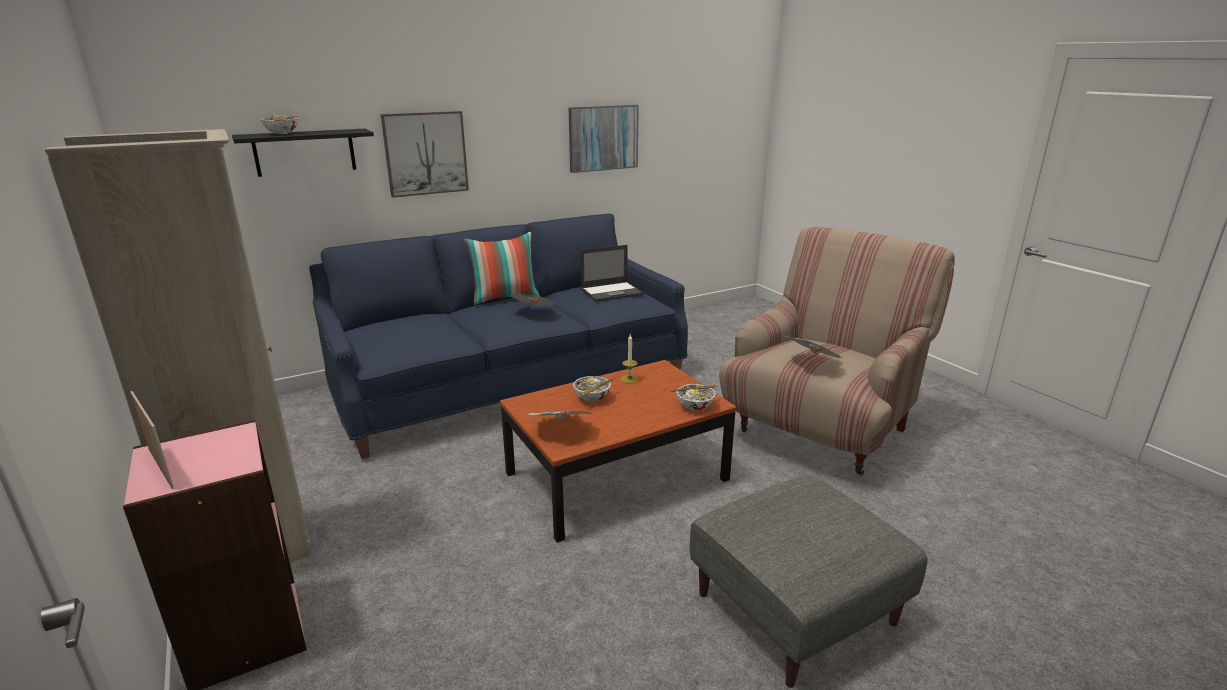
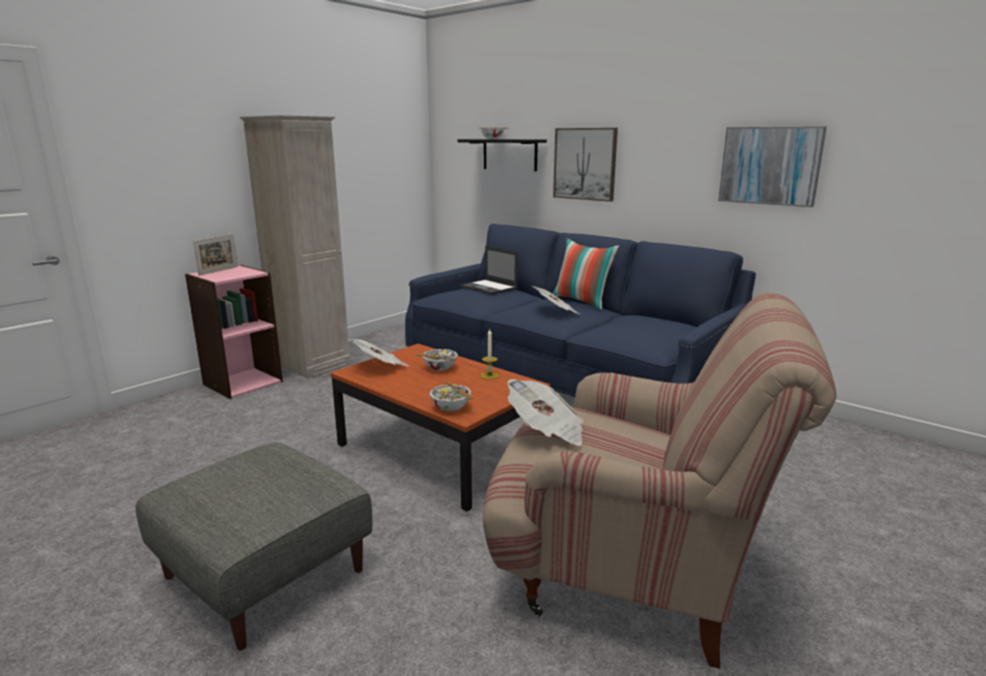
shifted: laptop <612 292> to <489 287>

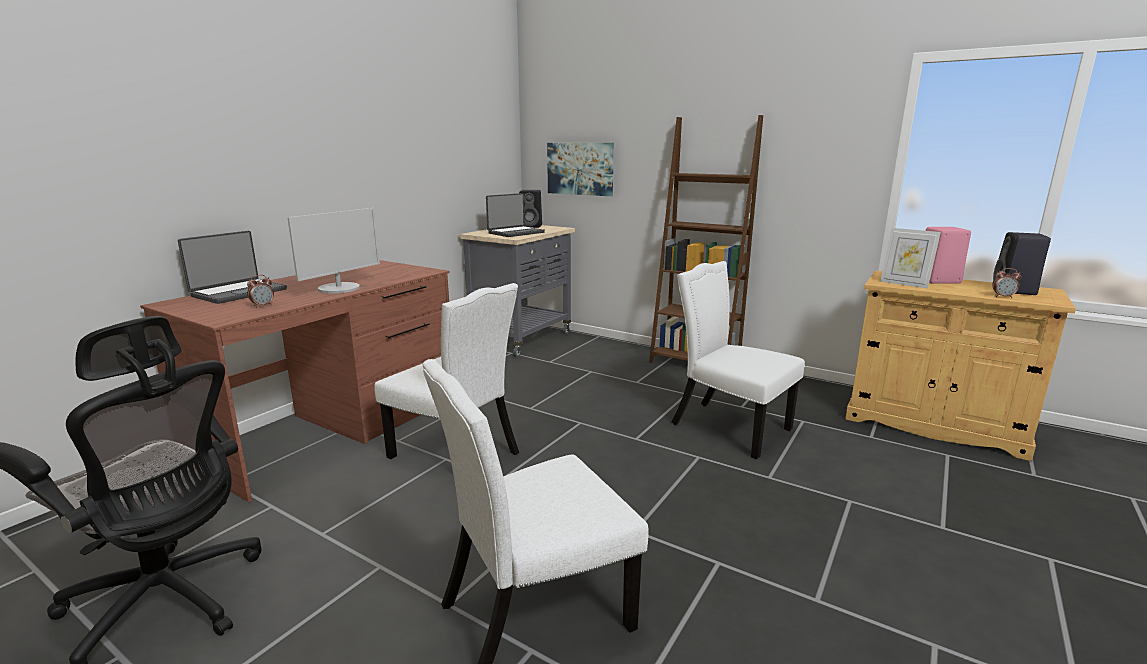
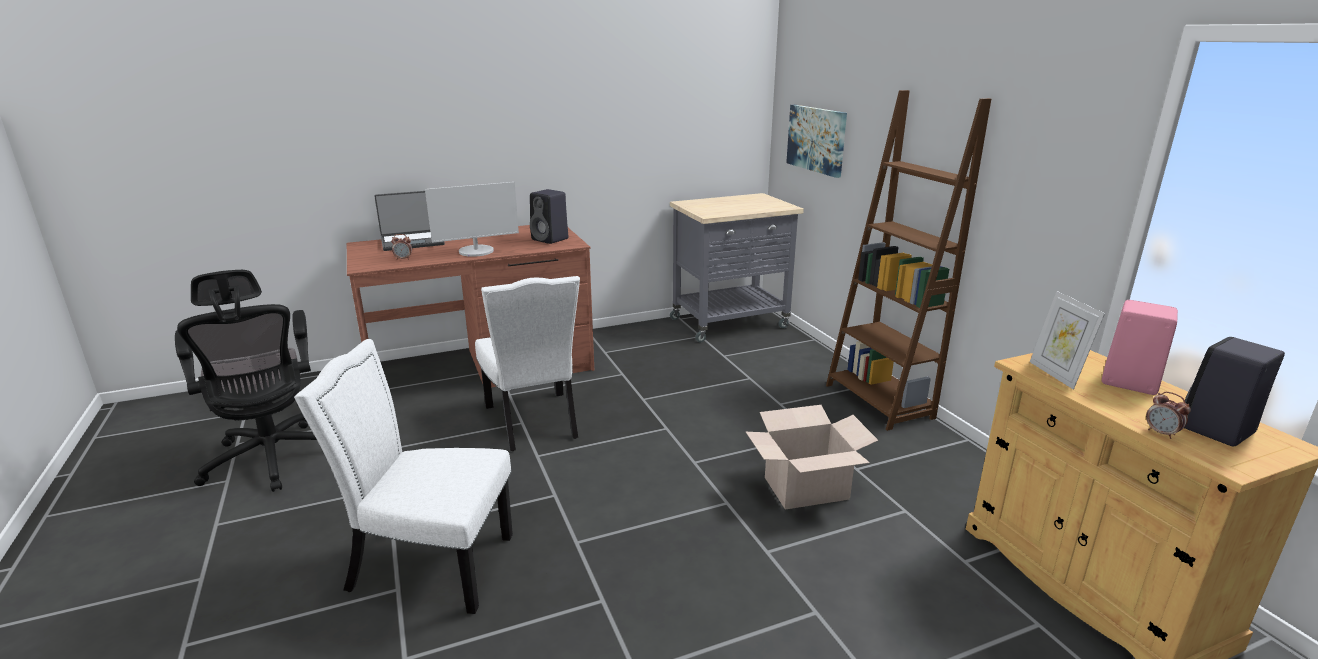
gone: laptop <515 233>
shifted: głośnik (czarny) <531 226> to <551 239>
swapped: krzesło (biały) <731 428> to karton <806 488>

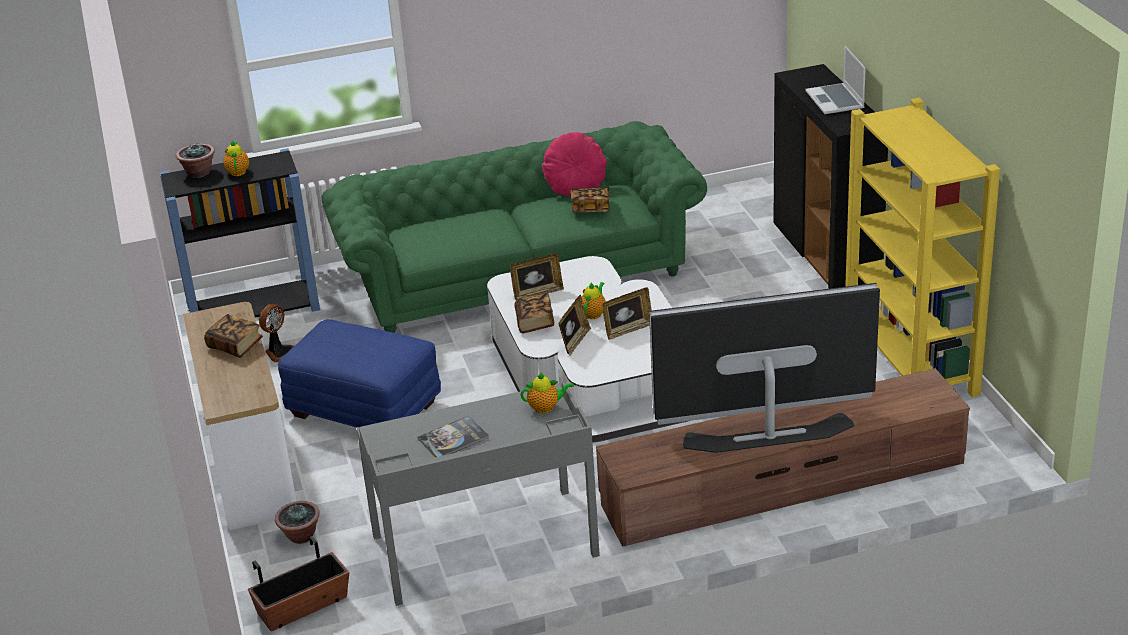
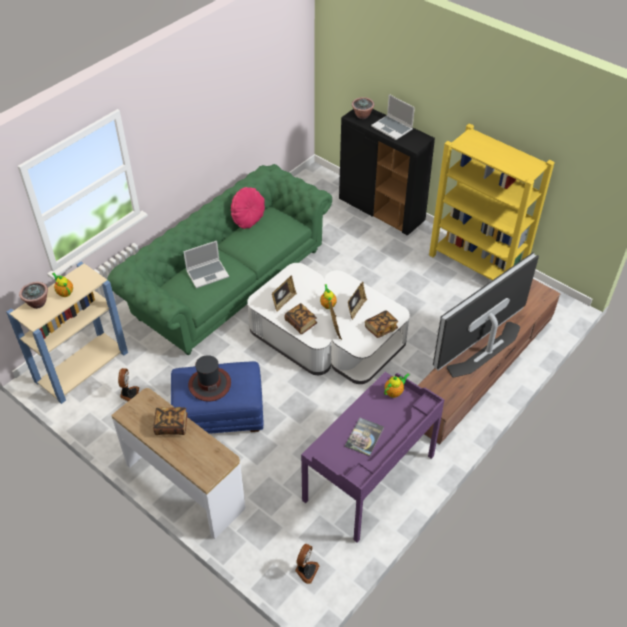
new: laptop <208 274>; kapelusz <209 384>
shifted: roślina doniczkowa <300 536> to <362 116>; książka <590 208> to <381 328>
swapped: donica <303 606> to wentylator <306 570>
repainted: regał (czarny) <254 307> to regał (beżowy) <82 366>; biurko (szary) <485 546> to biurko (fioletowy) <370 478>

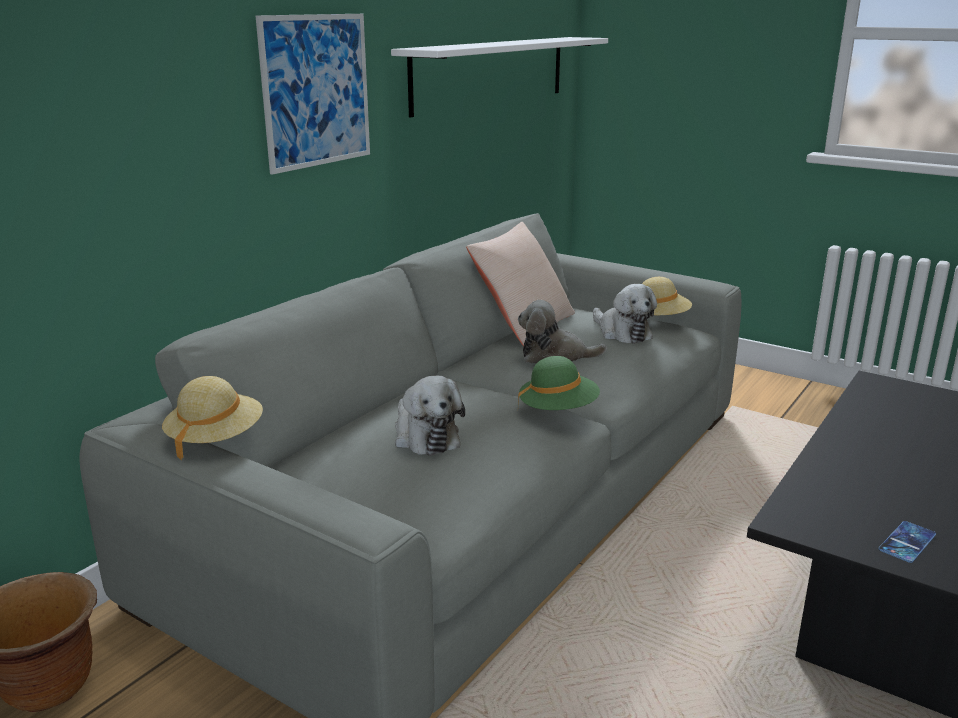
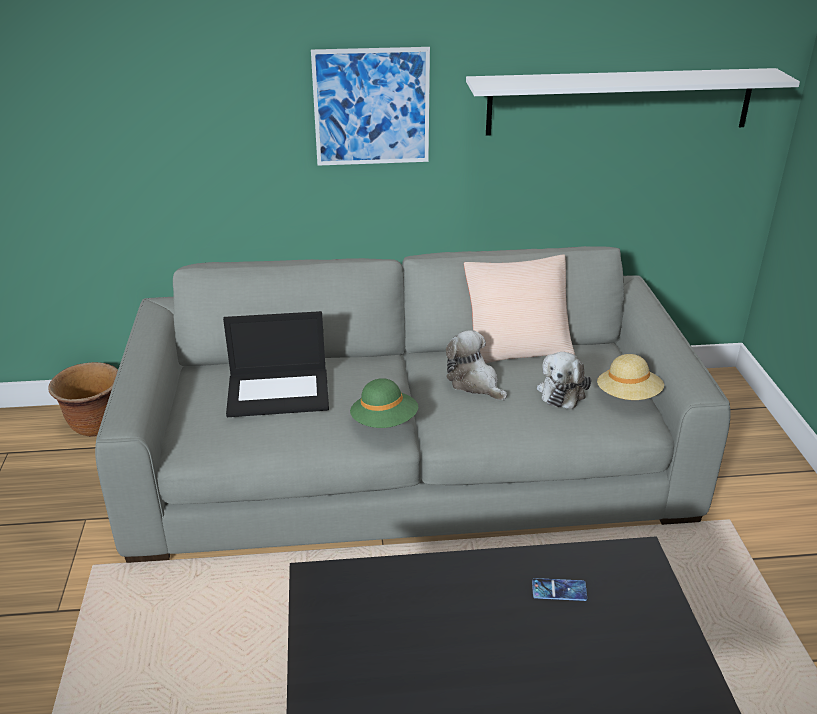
gone: kapelusz (beżowy) <215 439>
shifted: telefon <907 542> to <559 590>
swapped: pluszak <425 436> to laptop <279 392>

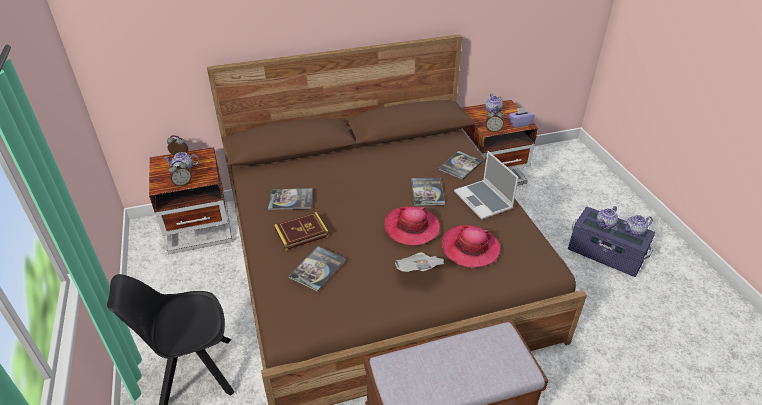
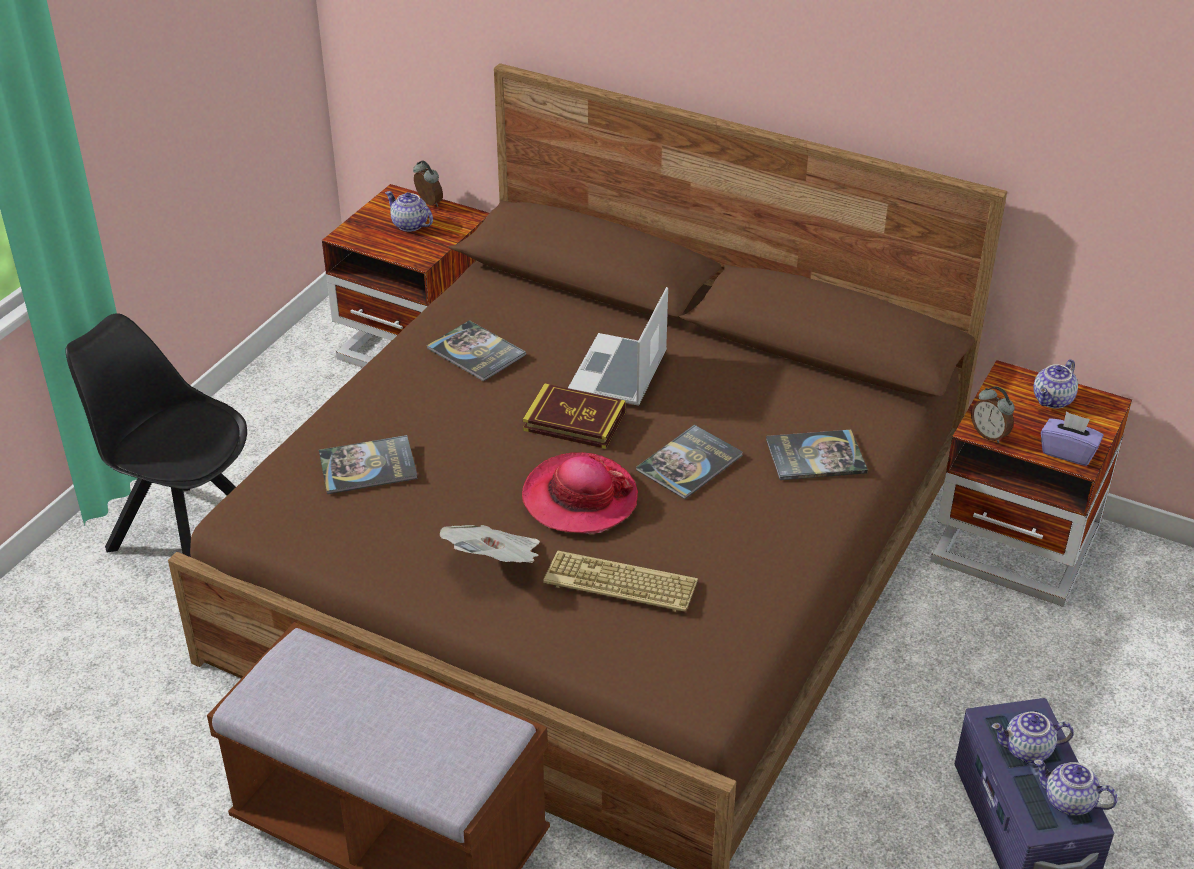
gone: budzik <182 183>
shifted: książka <301 233> to <574 421>; laptop <484 201> to <619 373>
swapped: kapelusz <470 248> to klawiatura <618 584>

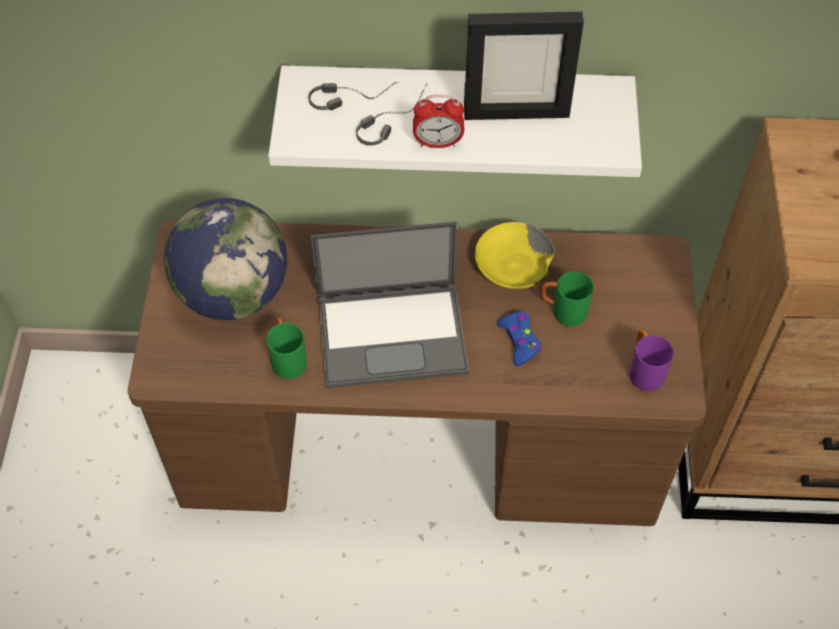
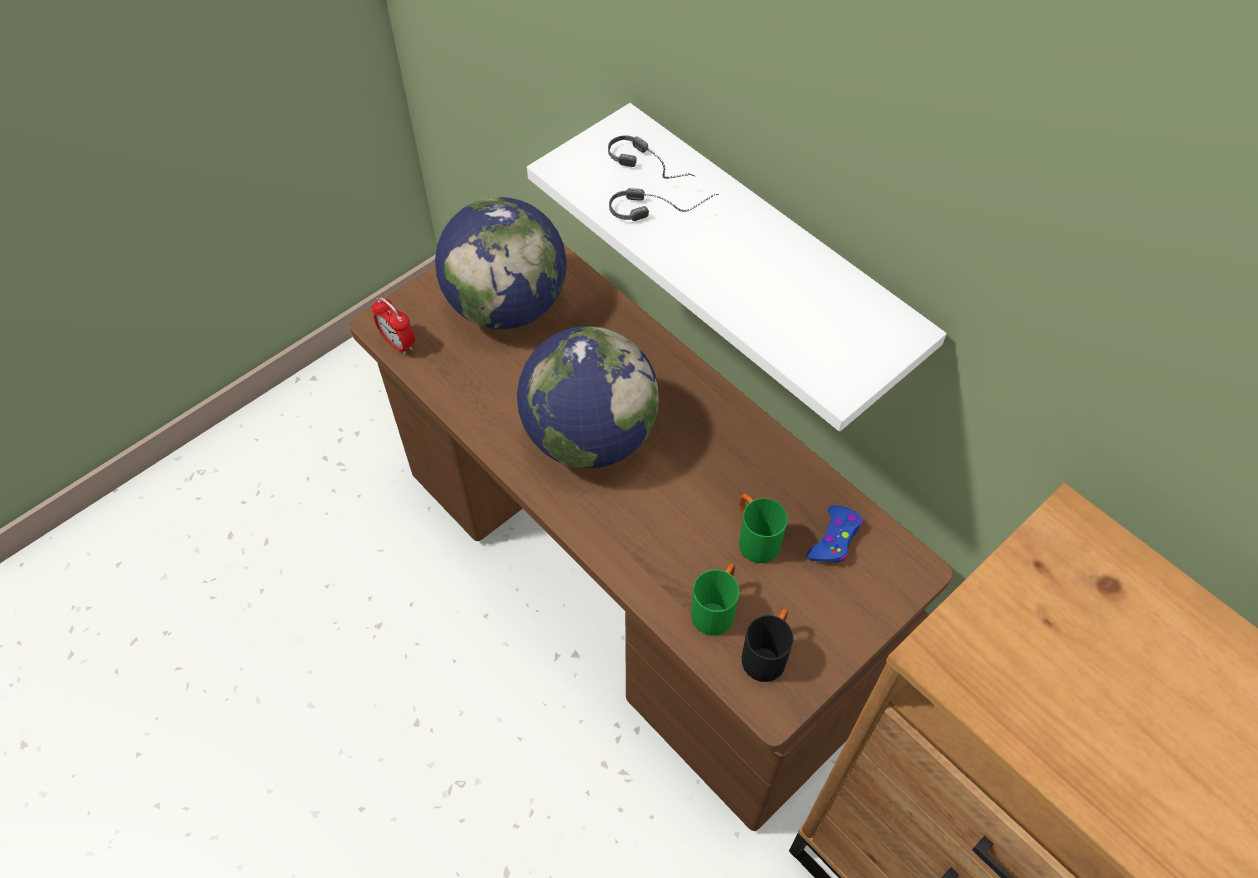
gone: ramka na zdjęcie <516 112>; miska (żółty) <512 266>
shifted: kubek (zielony) <287 358> to <716 608>; budzik <438 143> to <398 343>; pad do gier (niebieski) <519 341> to <834 539>
swapped: laptop <394 333> to globus <590 436>
repainted: kubek (fioletowy) <643 370> to kubek (czarny) <767 653>

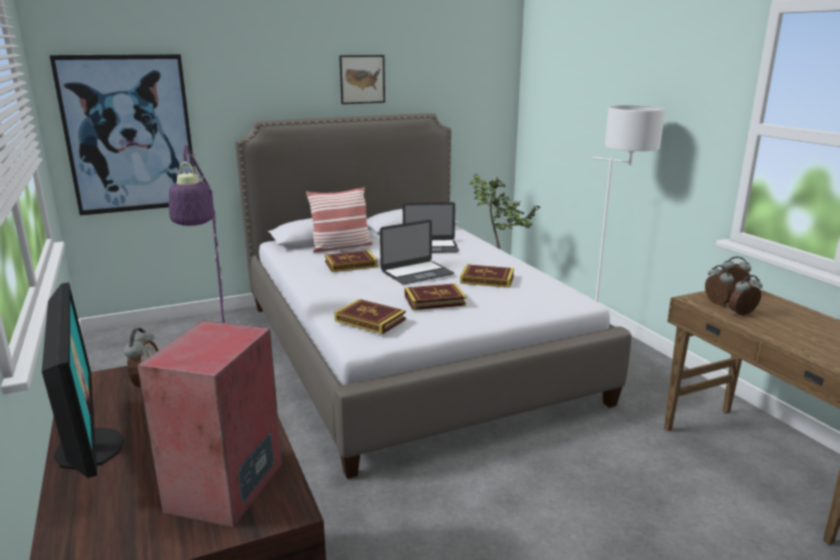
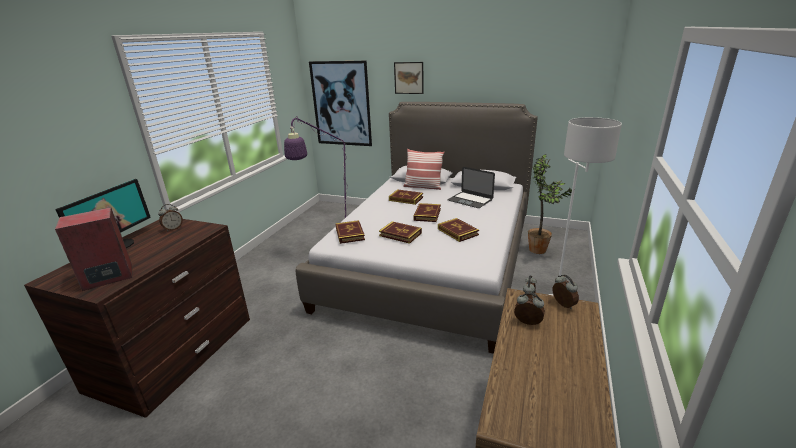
shifted: obraz <362 79> to <409 78>
swapped: laptop <417 272> to książka <427 214>

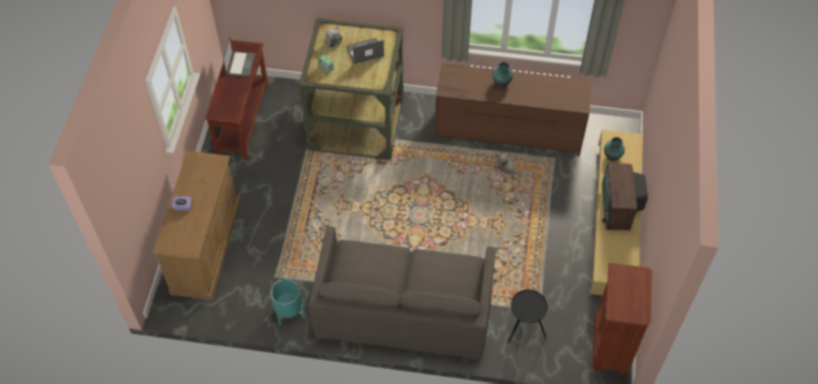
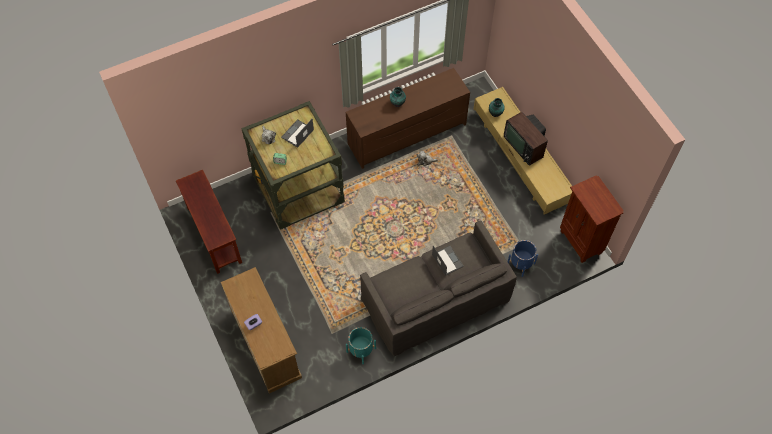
shifted: laptop <240 64> to <447 260>
swapped: stolik (czarny) <524 330> to donica (niebieski) <521 264>

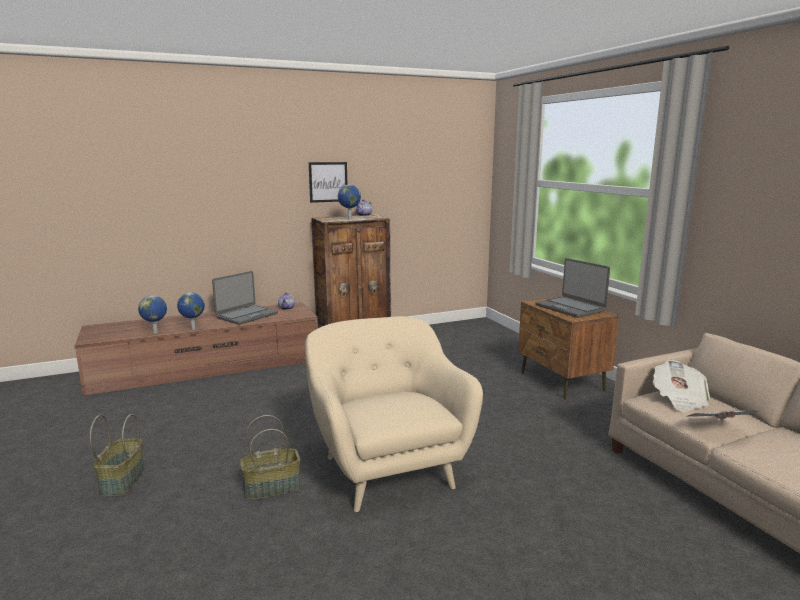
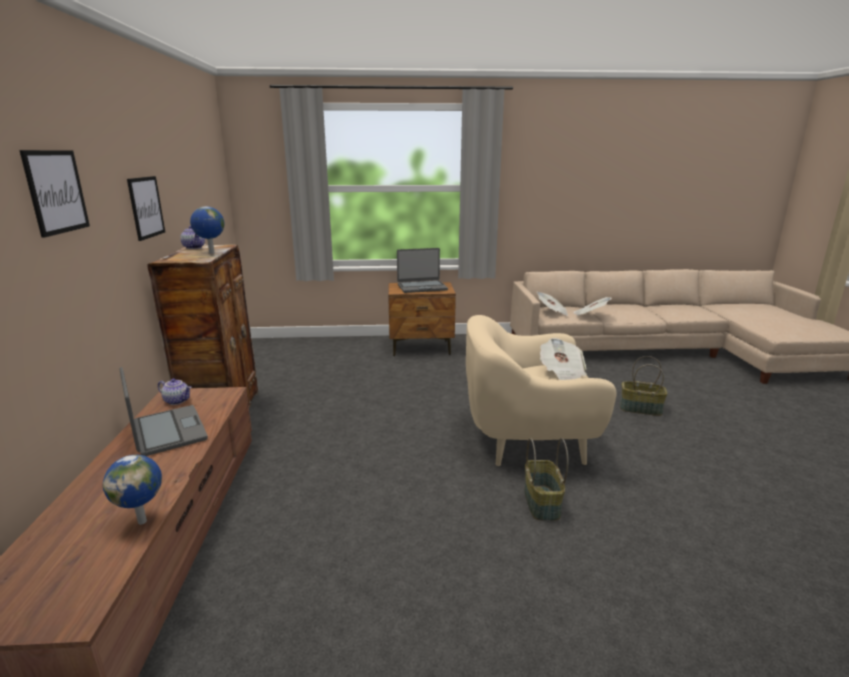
gone: globus <192 329>
new: obraz <56 192>; gazeta <561 372>
shifted: koszyk <122 480> to <640 409>

